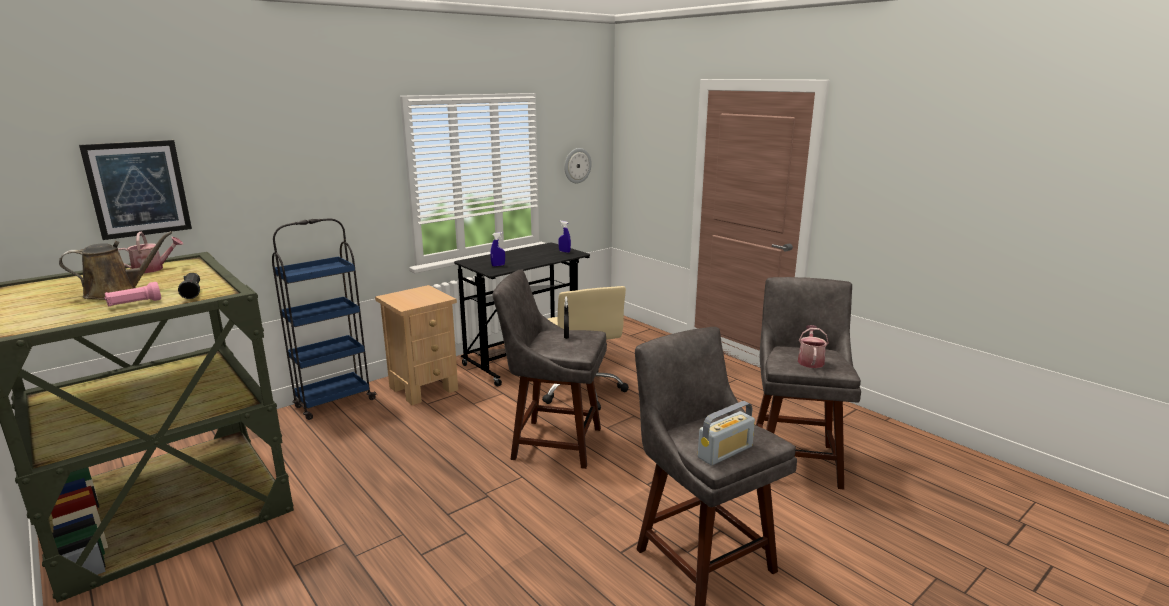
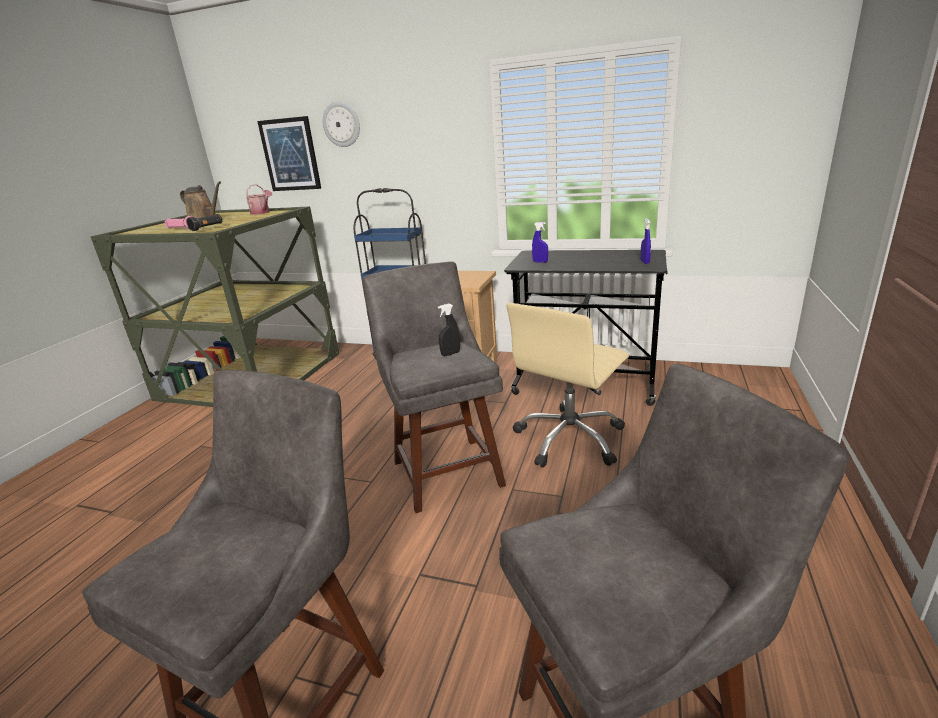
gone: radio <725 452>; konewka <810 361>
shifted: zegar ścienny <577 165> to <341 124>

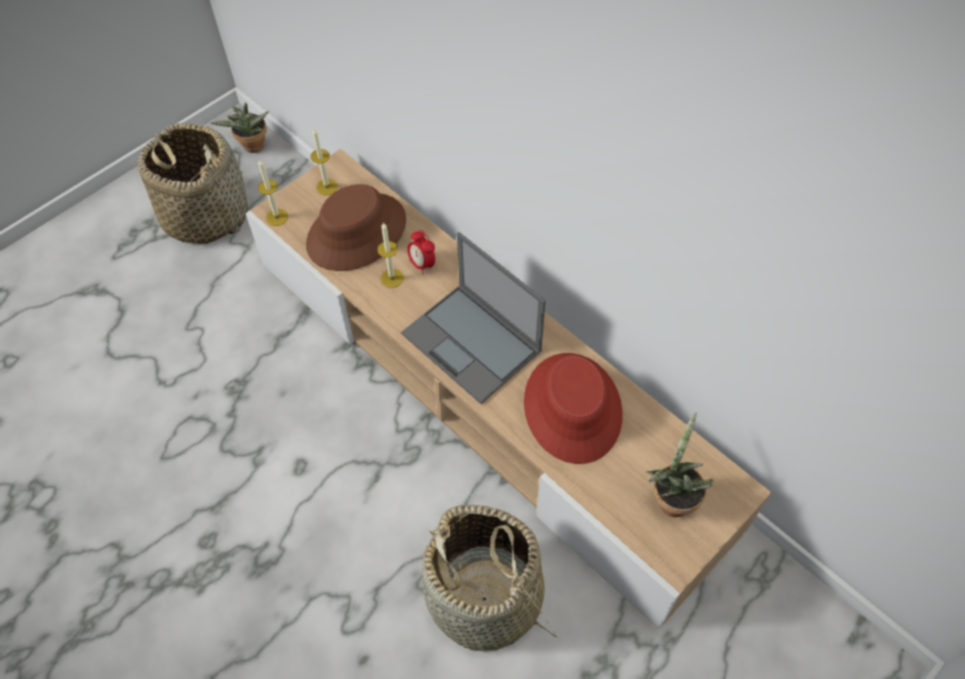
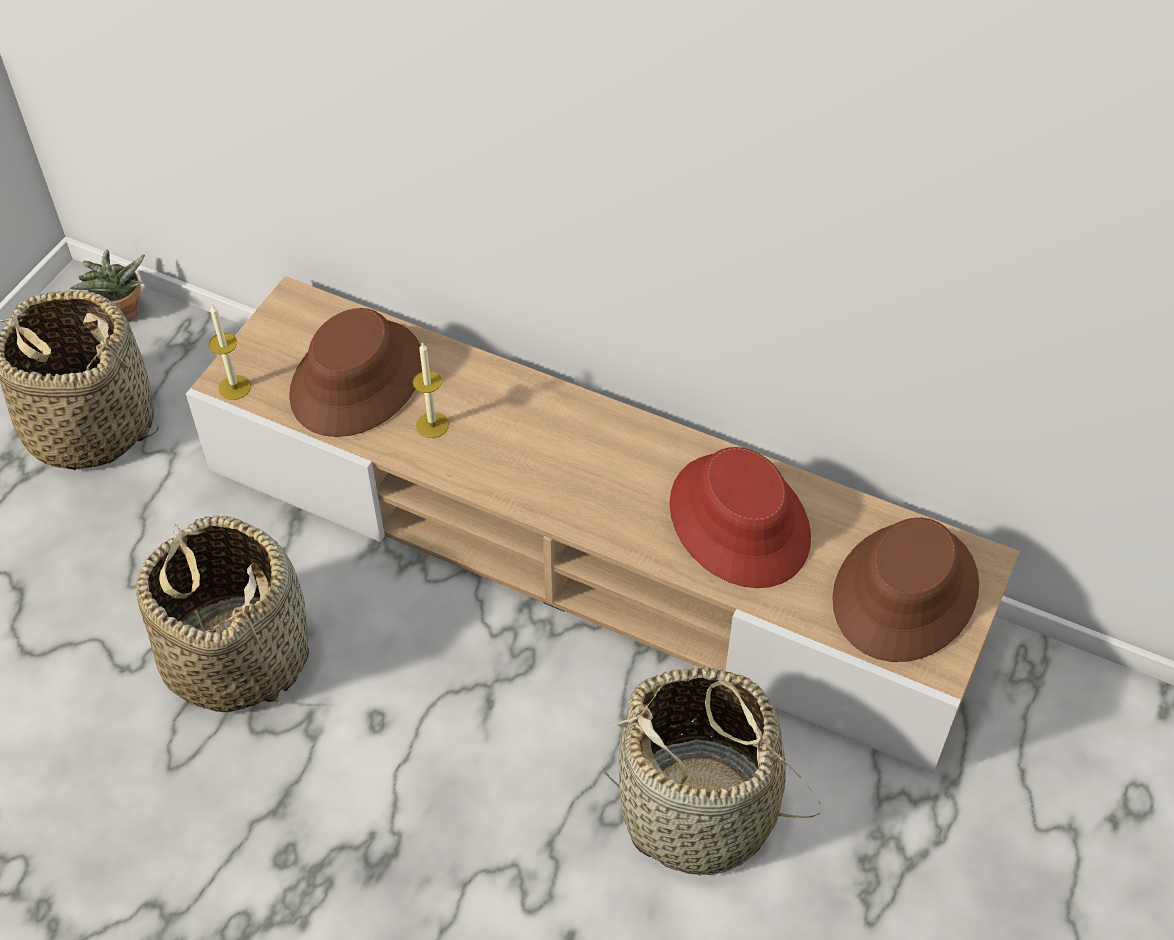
gone: świeca <327 187>; laptop <473 343>; budzik <422 264>
new: koszyk <237 655>
swapped: roślina doniczkowa <671 498> to kapelusz (brązowy) <905 593>

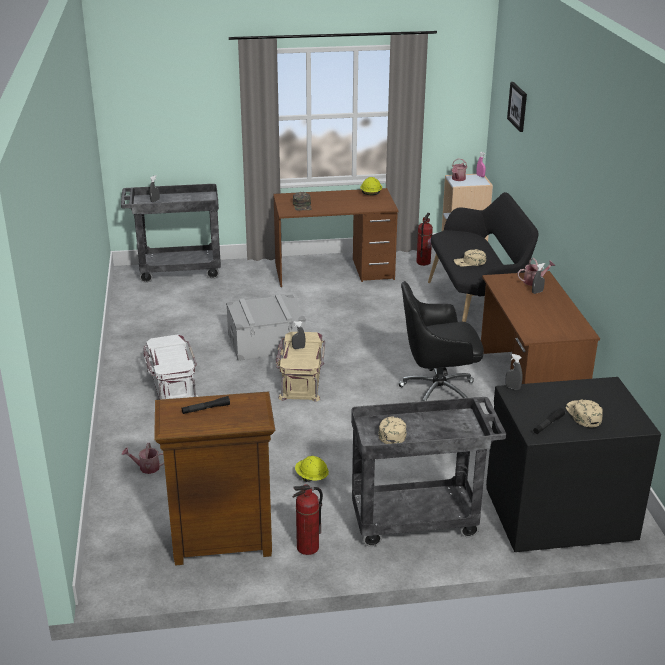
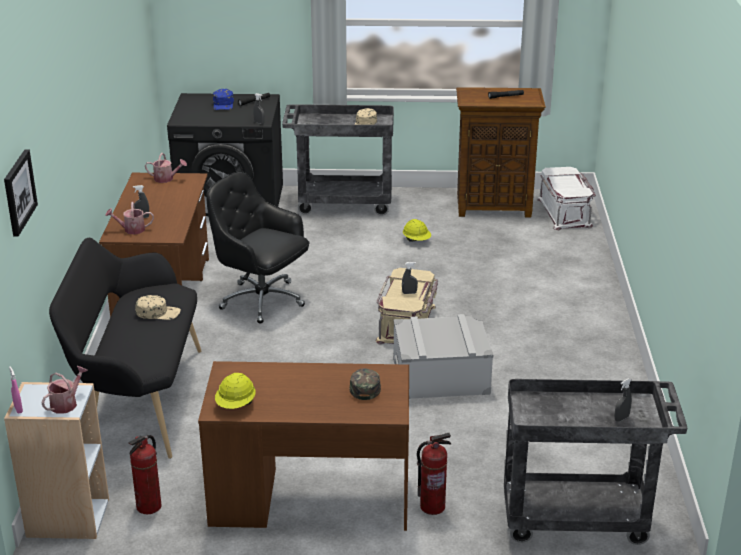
shifted: konewka <146 467> to <166 179>; pojemnik do przechowywania (biały) <171 384> to <565 212>; gaśnica <307 548> to <432 506>
repainted: czapka z daszkiem (beżowy) <583 415> to czapka z daszkiem (niebieski) <223 104>
rotated: krzesło biurowe (czarny) <438 390> = <262 300> 150 degrees counterclockwise

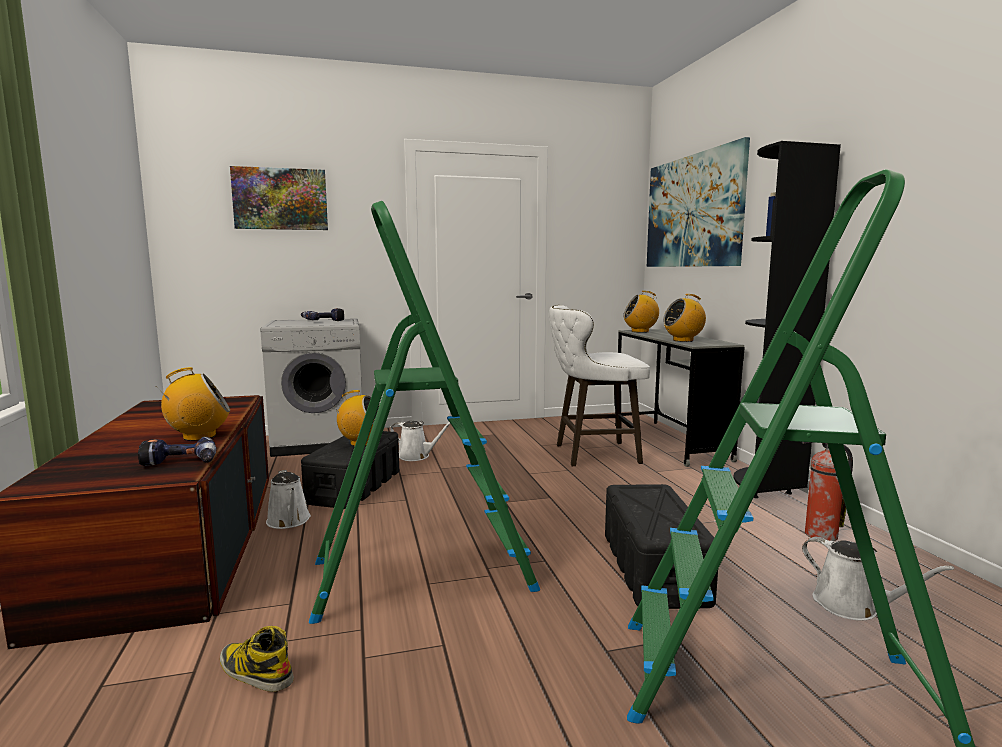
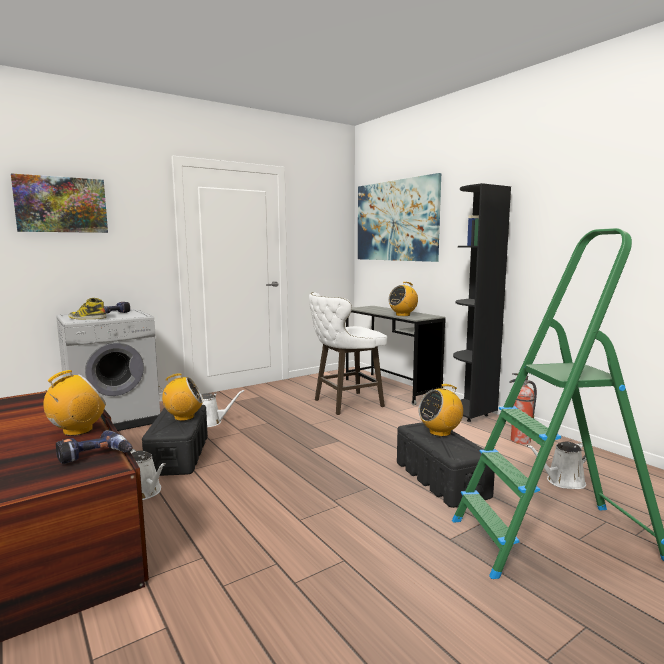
gone: drabinka (zielony) <424 575>
shifted: but z cholewką <255 672> to <87 318>; radio <640 331> to <440 432>
rotated: konewka (biały) <852 606> = <562 482> 135 degrees clockwise

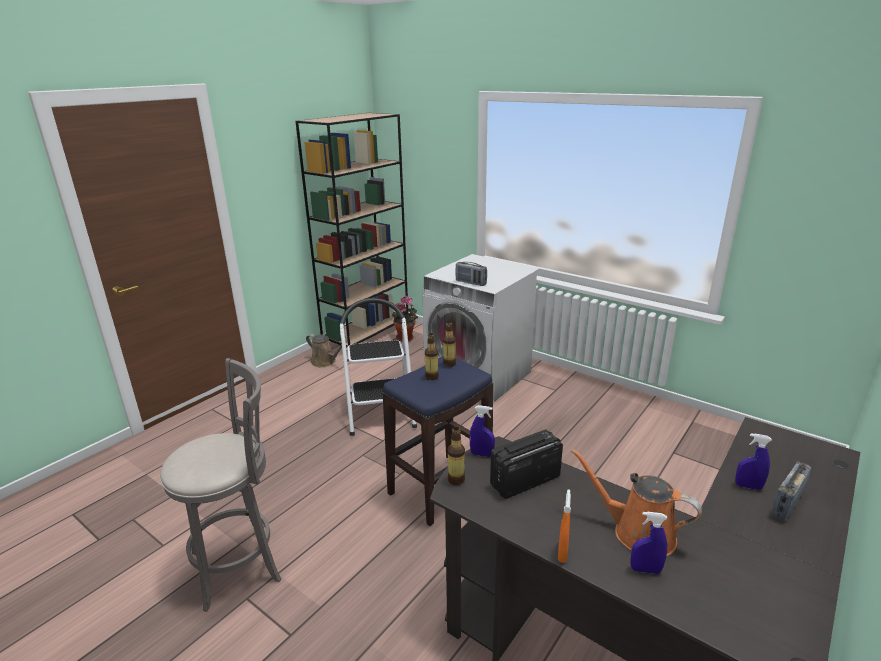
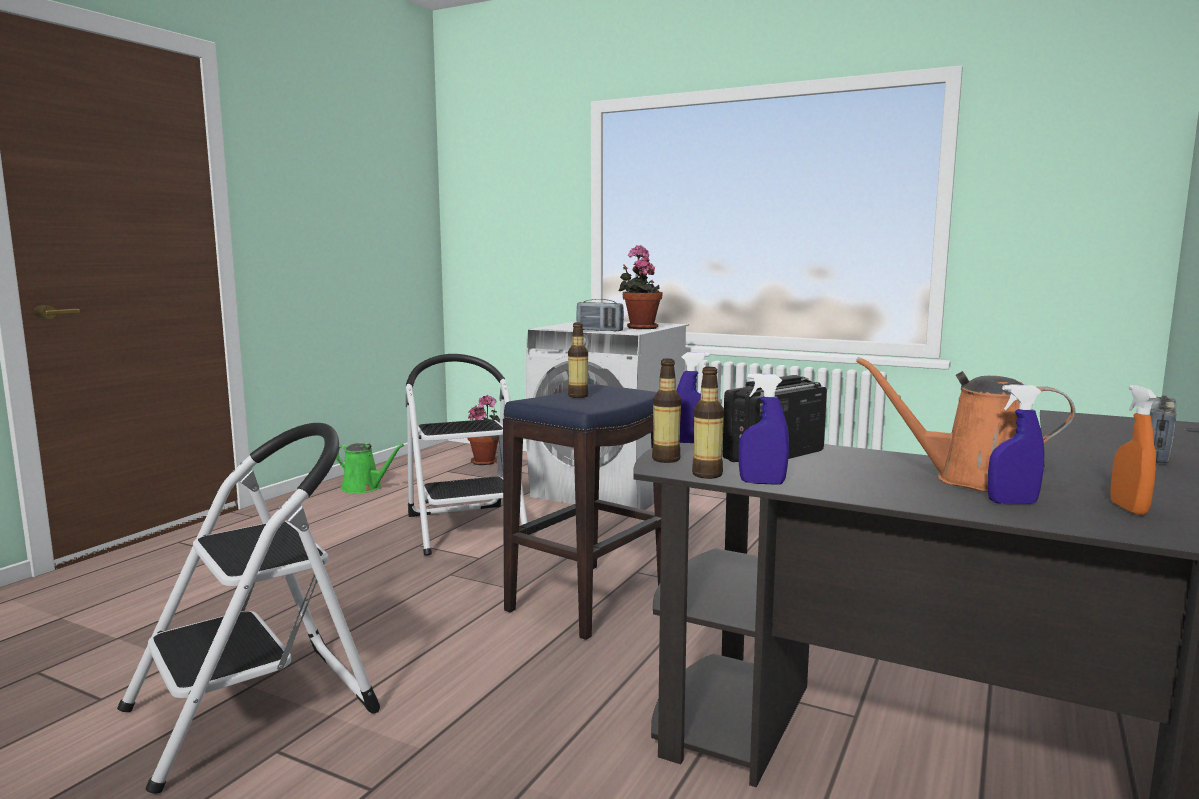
gone: regał (beżowy) <366 333>
new: roślina doniczkowa <640 327>
shifted: butelka <449 364> to <707 474>; spryskiwacz (pomarańczowy) <562 553> to <1128 508>; spryskiwacz (niebieski) <748 486> to <762 483>
swapped: stołek (szary) <241 564> to drabinka <259 709>
repainted: konewka (brązowy) <325 362> to konewka (zielony) <364 488>

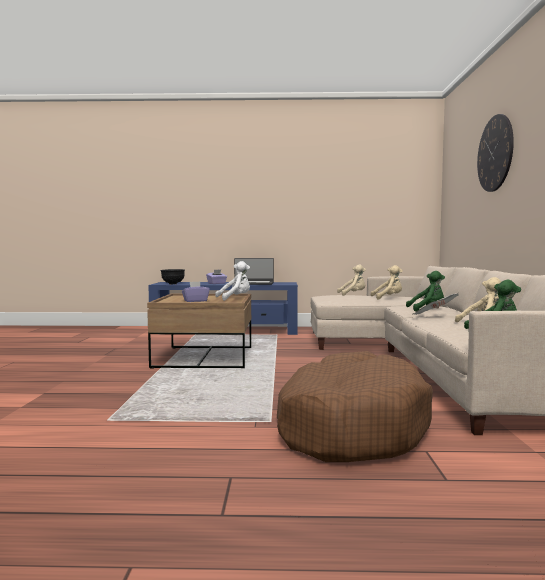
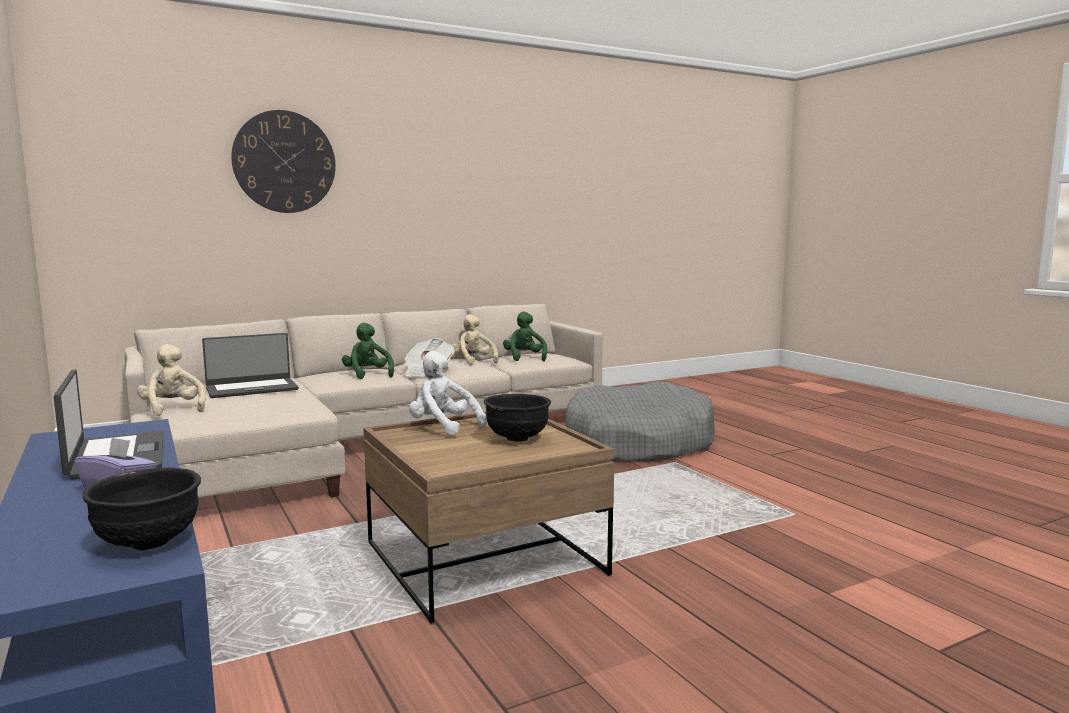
swapped: pudełko chusteczek (fioletowy) <195 301> to miska (czarny) <518 439>; pluszak (beżowy) <388 298> to laptop <252 388>
repainted: legowisko (brązowy) <349 426> to legowisko (szary) <638 443>

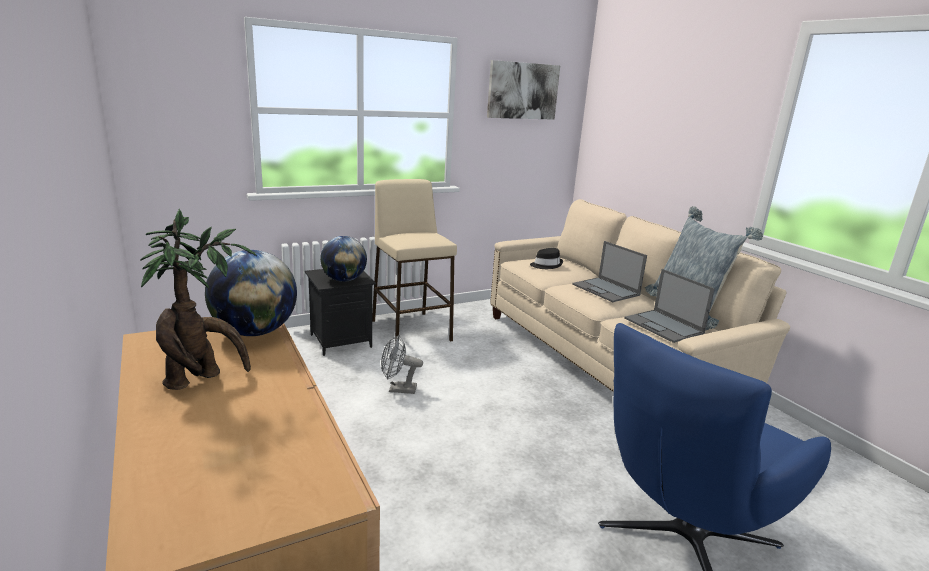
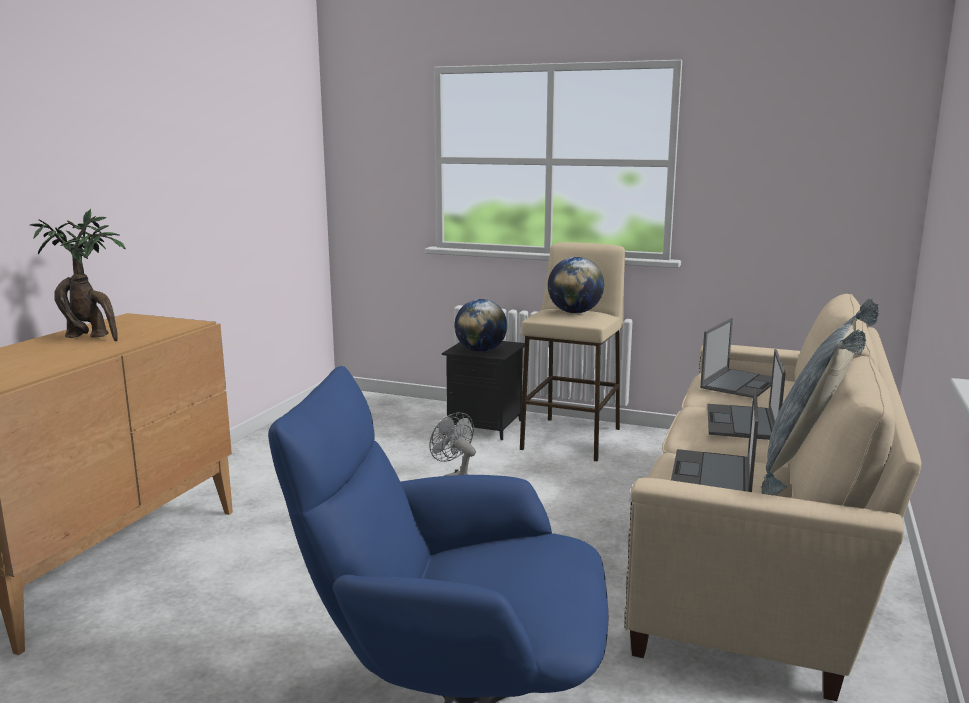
gone: obraz <522 91>
shifted: globus <254 332> to <574 312>
swapped: kapelusz (czarny) <546 265> to laptop <740 383>

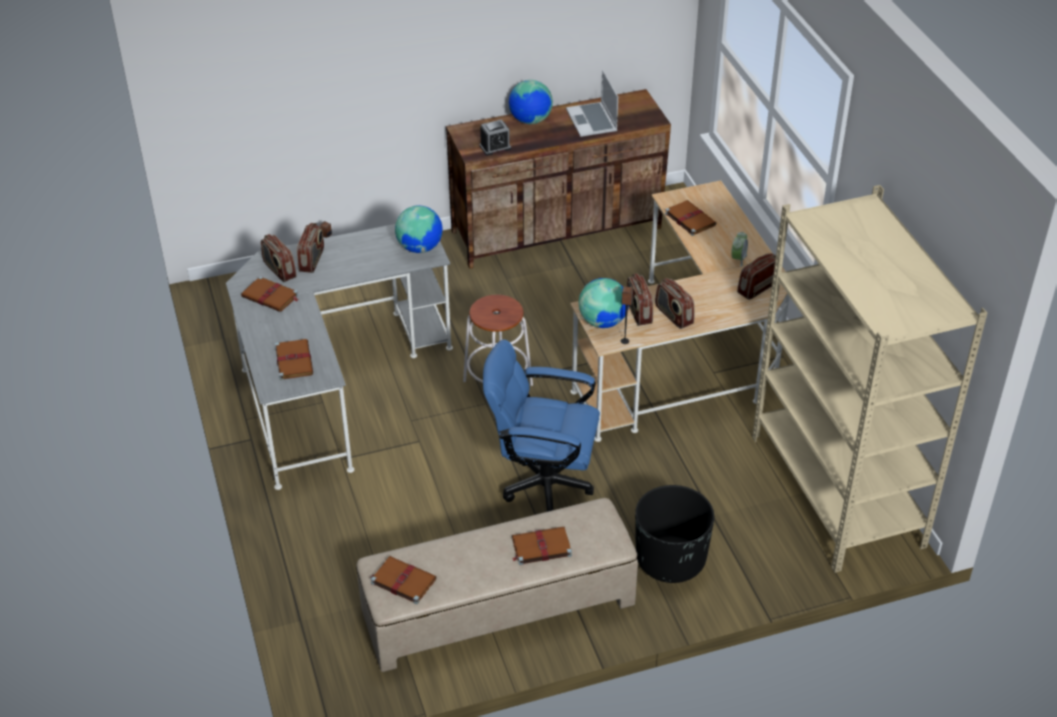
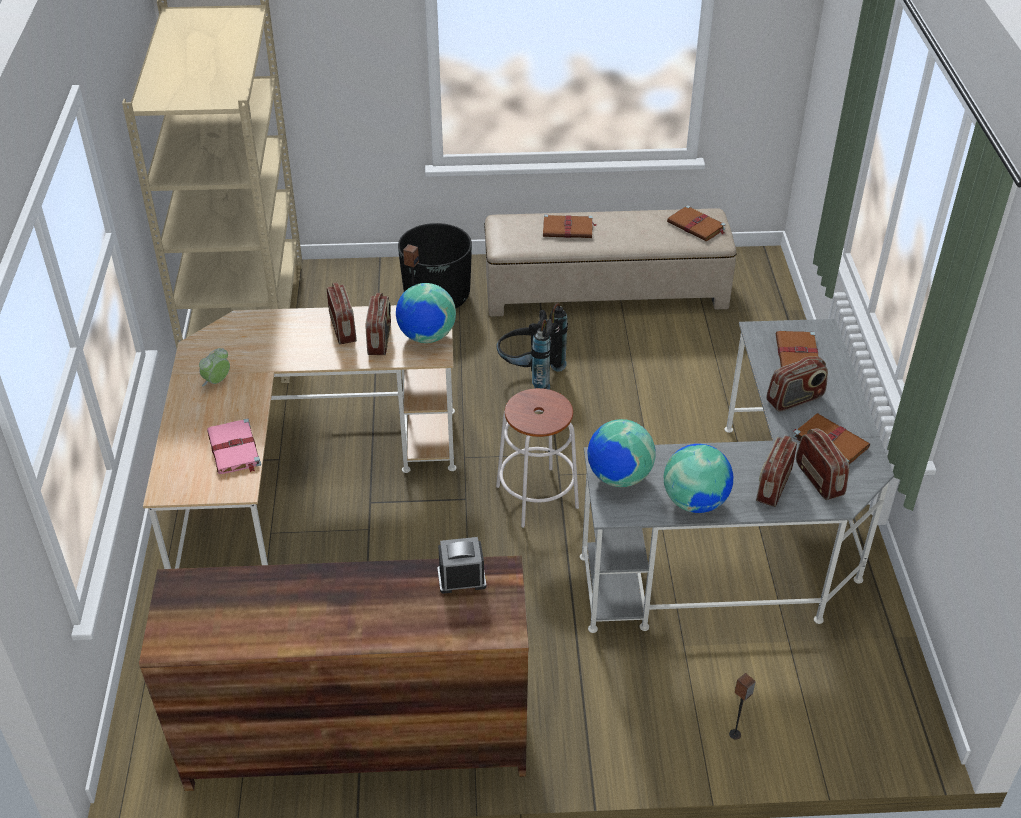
gone: laptop <592 121>
shifted: globus <530 120> to <695 501>; radio <757 288> to <795 399>
swapped: krzesło biurowe (niebieski) <541 488> to plecak (czarny) <530 375>
repainted: książka (brązowy) <689 219> to książka (różowy) <234 449>

